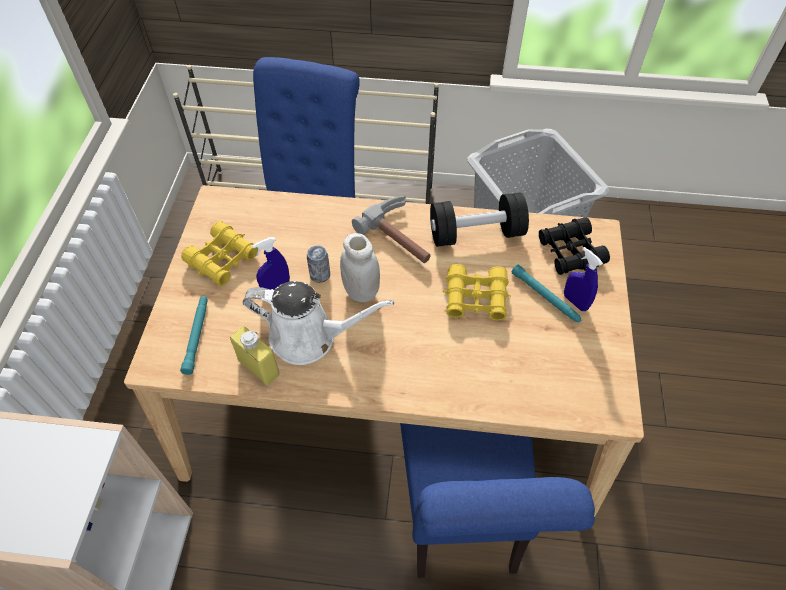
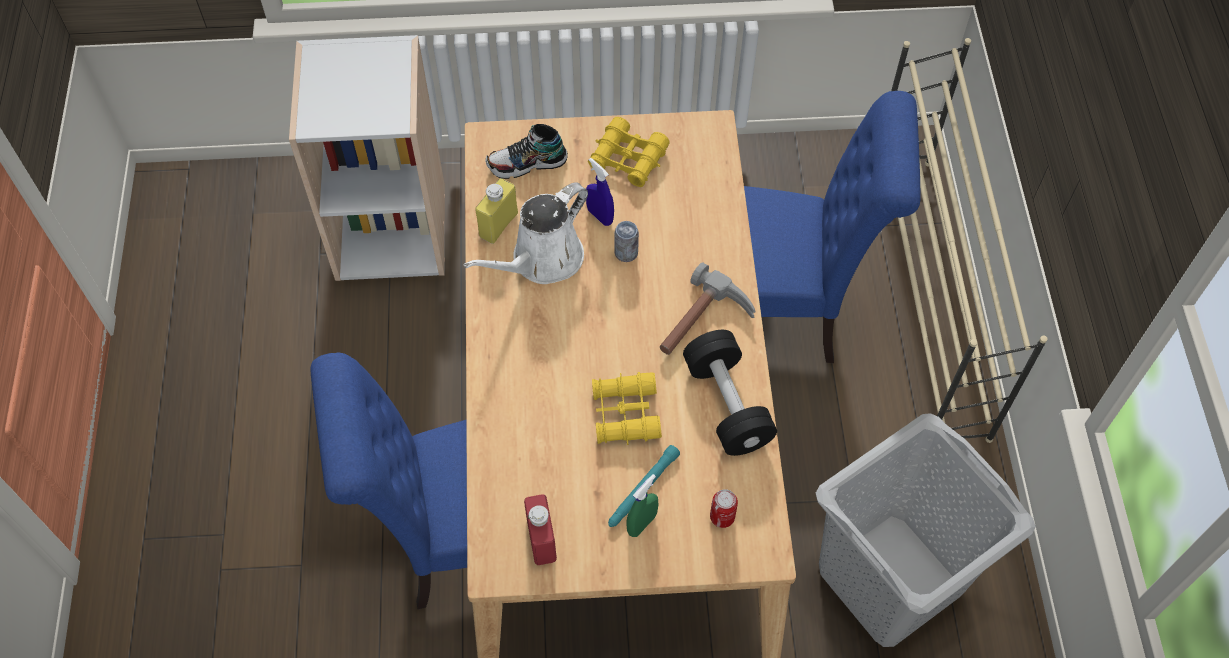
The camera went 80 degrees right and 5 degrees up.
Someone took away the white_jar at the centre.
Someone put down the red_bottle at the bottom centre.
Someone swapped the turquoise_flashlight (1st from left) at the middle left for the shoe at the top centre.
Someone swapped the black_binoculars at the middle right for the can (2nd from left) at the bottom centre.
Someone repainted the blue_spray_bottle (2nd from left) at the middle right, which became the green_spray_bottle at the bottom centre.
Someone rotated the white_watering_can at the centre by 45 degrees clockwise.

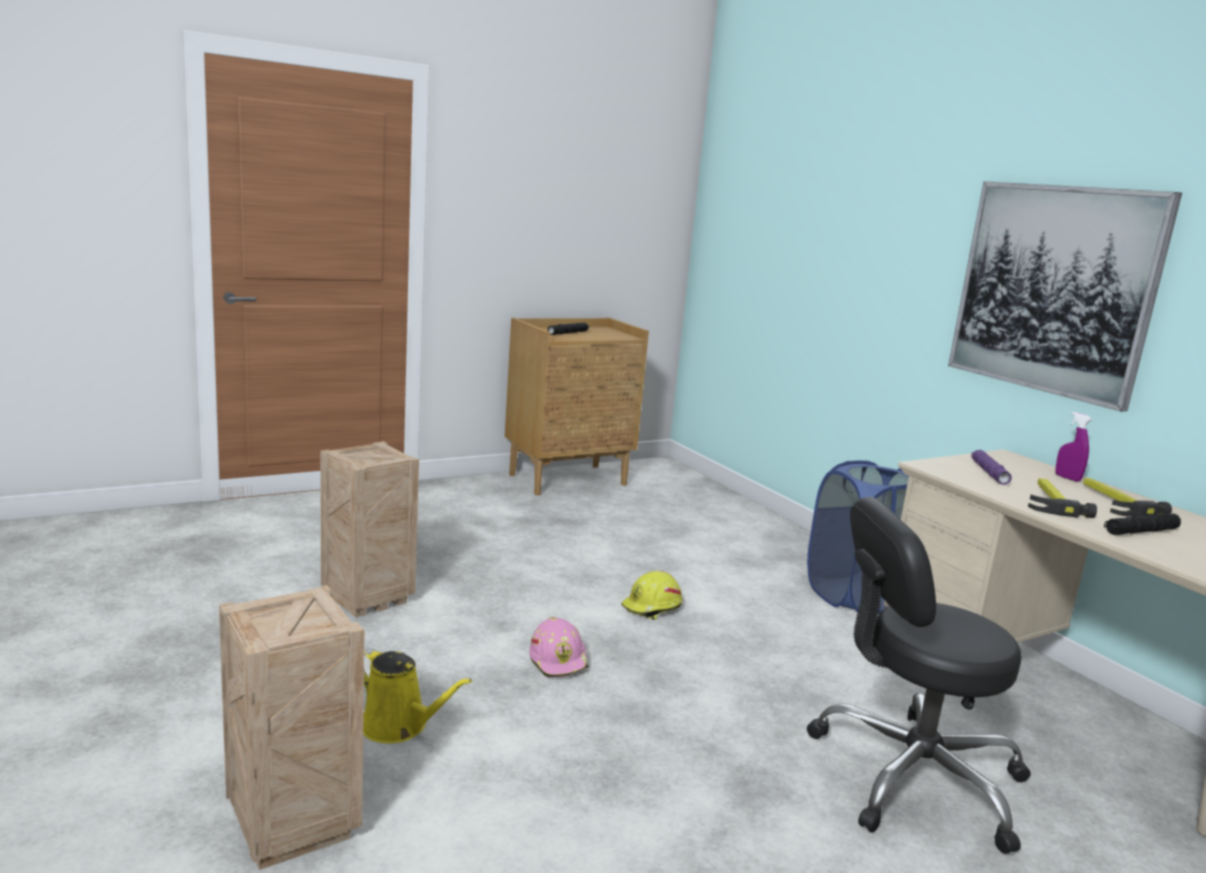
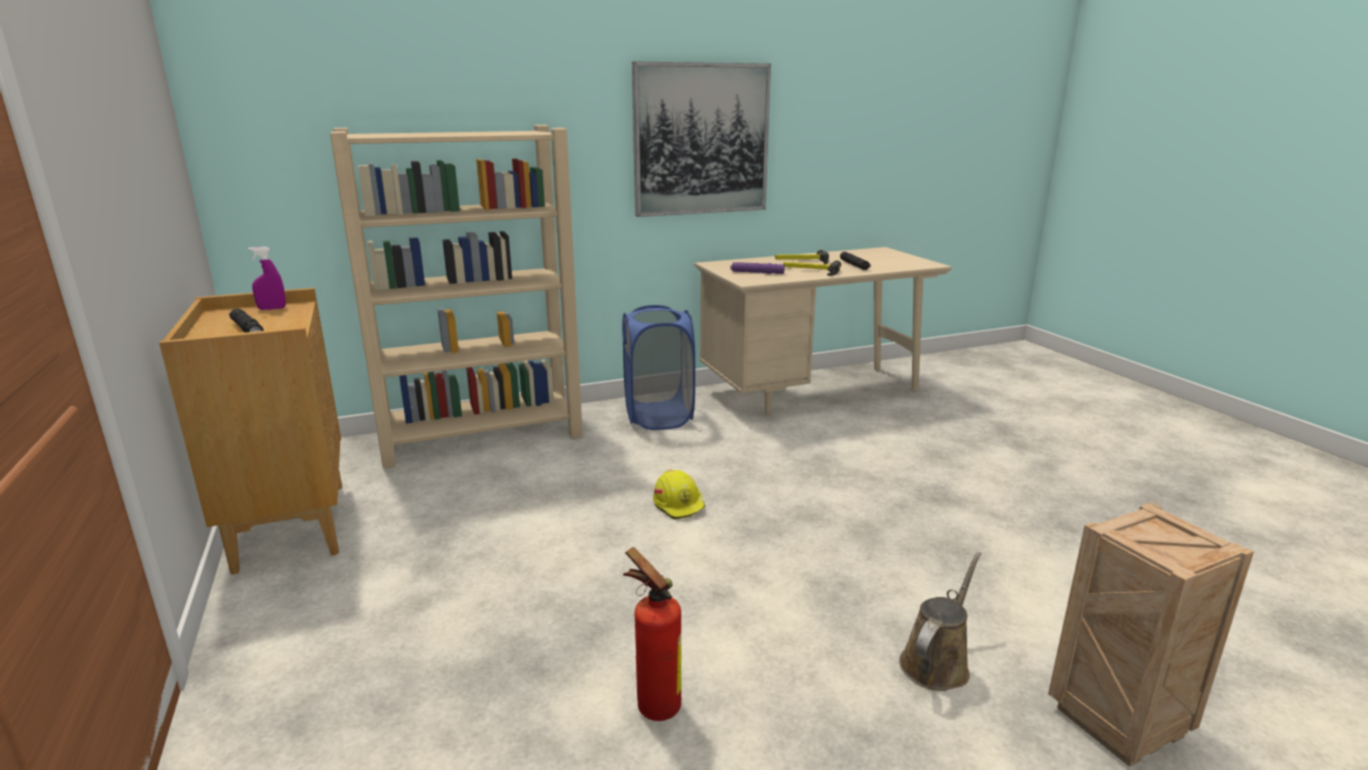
The camera went 80 degrees left and 5 degrees up.
Someone took away the pink_hard_hat at the bottom centre.
Someone took away the black_office_chair at the bottom right.
Someone put down the beige_bookcase at the centre.
Someone carried the purple_spray_bottle from the middle right to the middle left.
Someone swapped the crate (2nd from left) at the middle left for the fire_extinguisher at the bottom centre.
Someone repainted the yellow_watering_can at the bottom centre, which became the brown_watering_can at the bottom right.

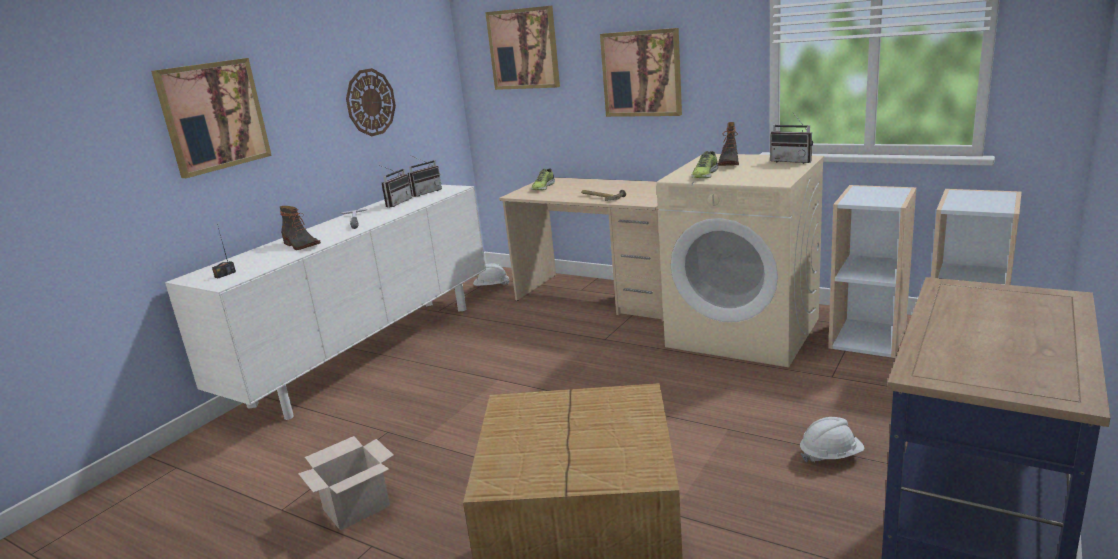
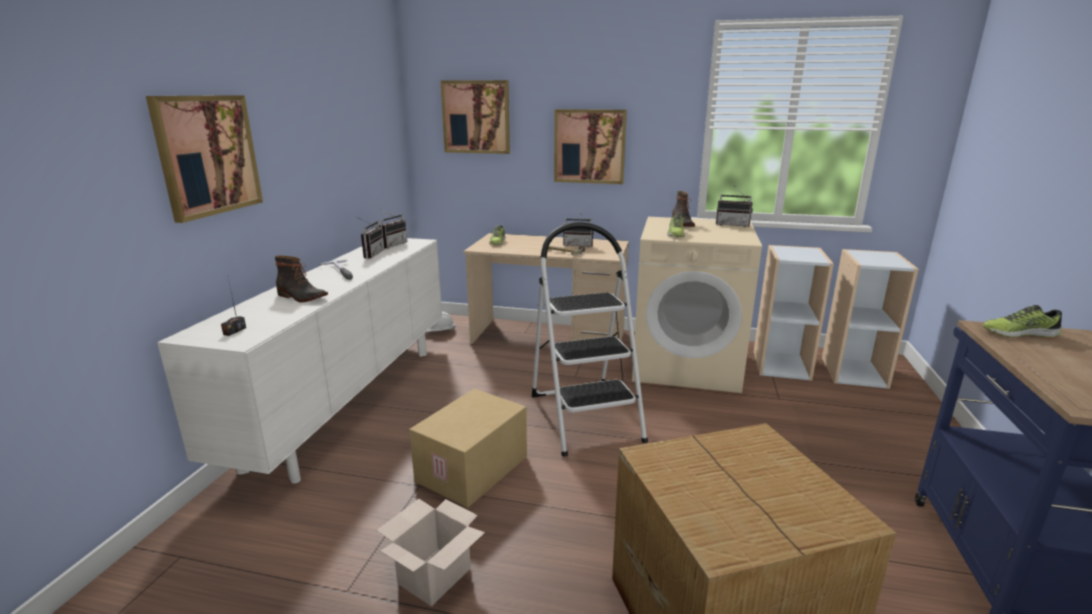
The camera went 20 degrees left and 0 degrees up.
Someone took away the wall_clock at the top left.
Someone took away the white_hard_hat (2nd from left) at the bottom right.
Someone put down the cardboard_box (2nd from left) at the bottom centre.
Someone put down the step_ladder at the centre.
Someone put down the radio (4th from left) at the centre.
Someone put down the shoe (3rd from left) at the middle right.

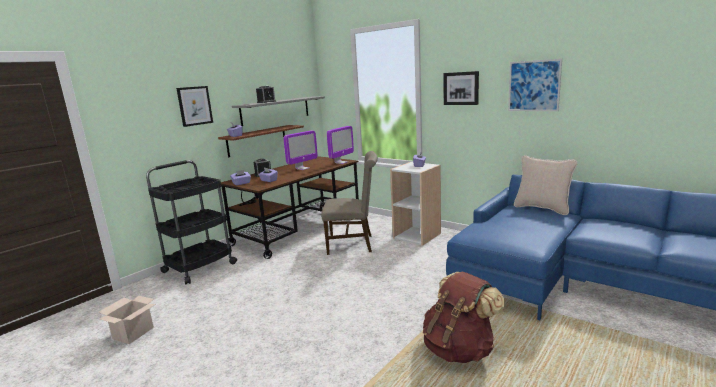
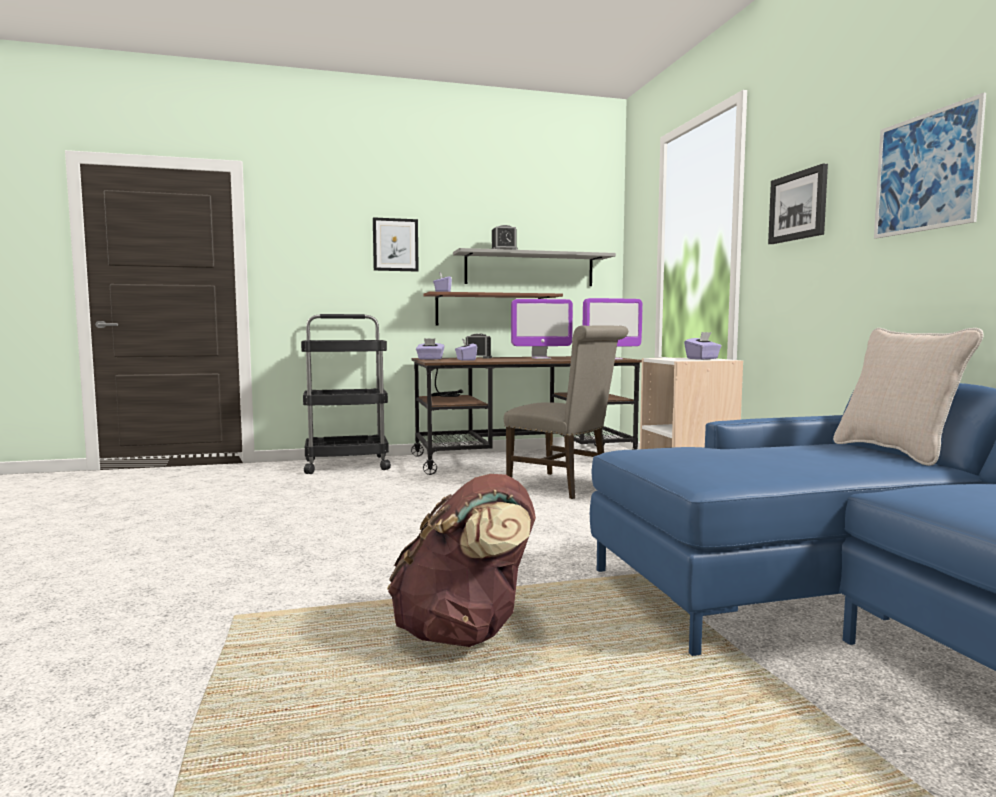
The camera went 35 degrees right and 10 degrees down.
Someone took away the cardboard_box at the bottom left.

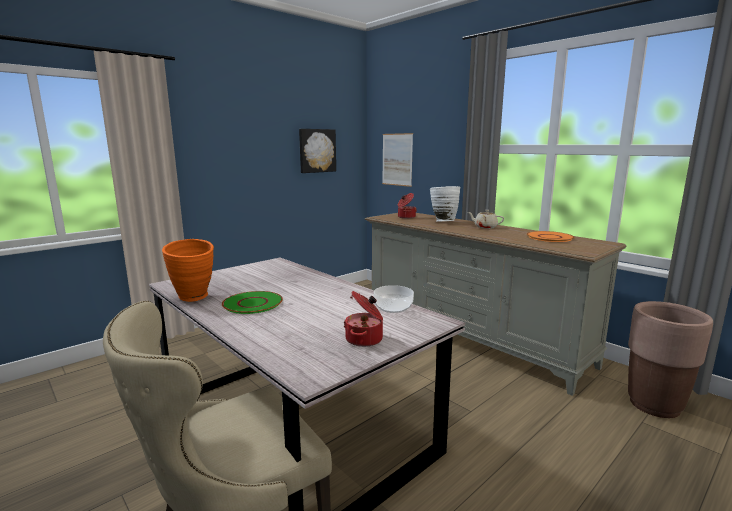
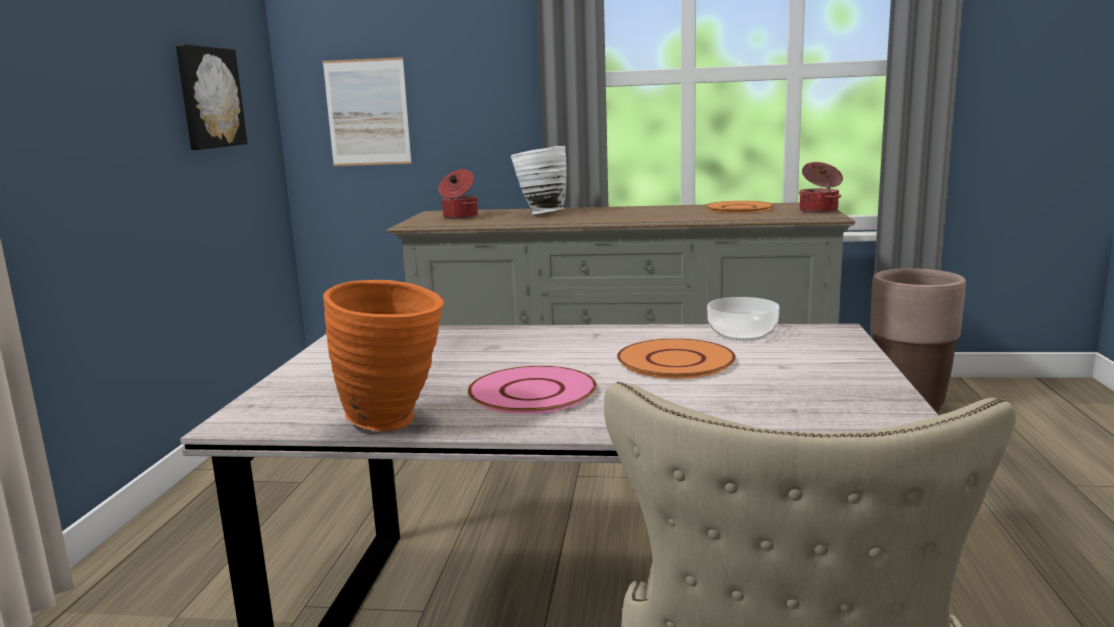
The camera went 40 degrees left and 0 degrees up.
Someone took away the beige_teapot at the centre.
Someone put down the orange_plate (1st from left) at the centre.
Someone carried the cooking_pot (1st from left in the first image) from the centre to the top right.
Someone repainted the green_plate at the centre, which became the pink_plate at the centre.

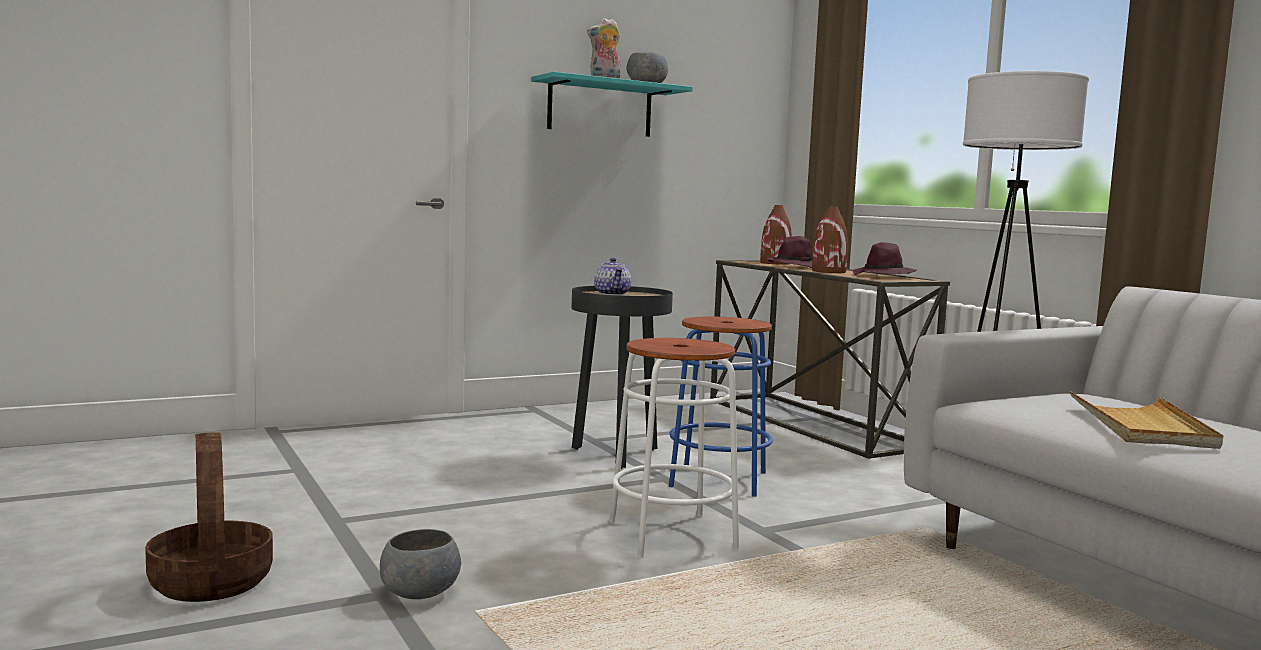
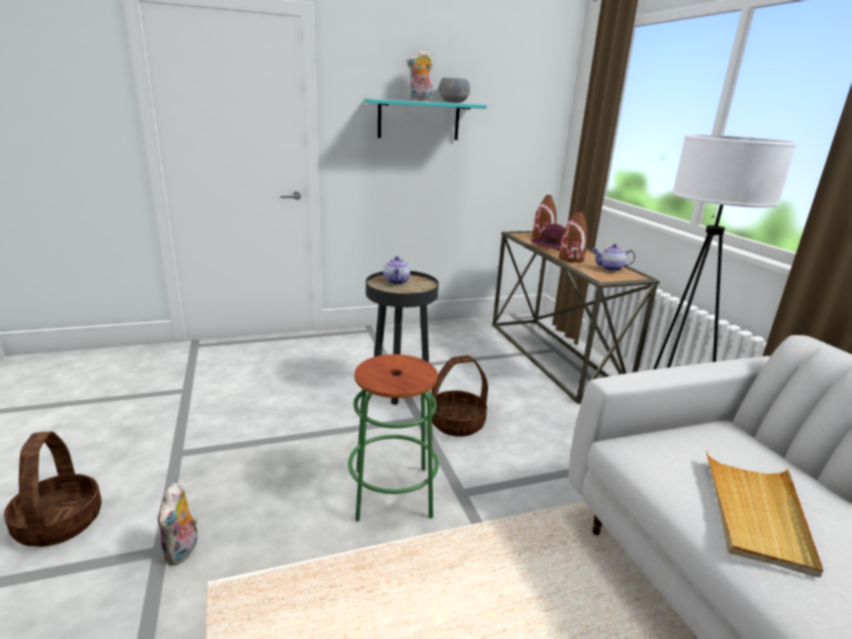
The camera went 10 degrees right and 15 degrees up.
Someone swapped the grey_bowl (1st from left) at the bottom left for the plush_toy (1st from left) at the bottom left.
Someone swapped the blue_stool at the centre for the basket (2nd from left) at the centre.
Someone swapped the purple_hat (2nd from left) at the middle right for the teapot (2nd from left) at the middle right.
Someone repainted the white_stool at the bottom centre, which became the green_stool at the bottom centre.

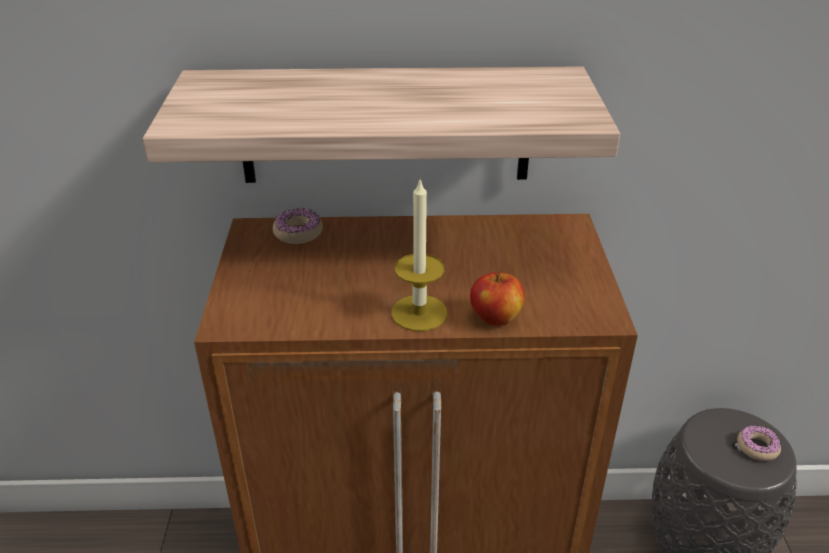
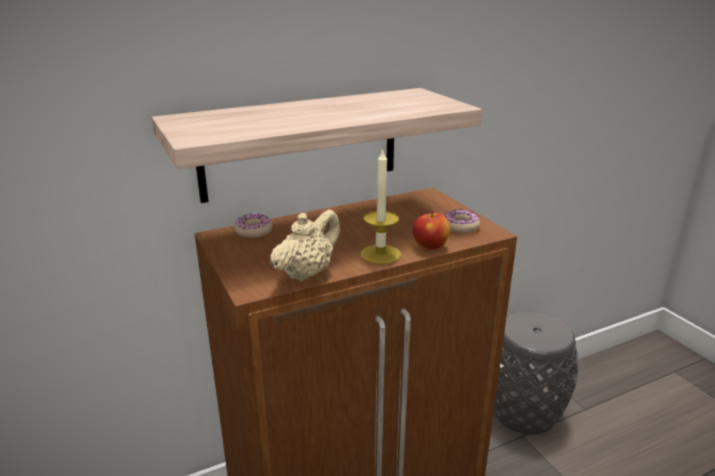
The camera went 25 degrees left and 10 degrees down.
Someone put down the beige_teapot at the centre.
Someone carried the donut (2nd from left) from the bottom right to the centre.

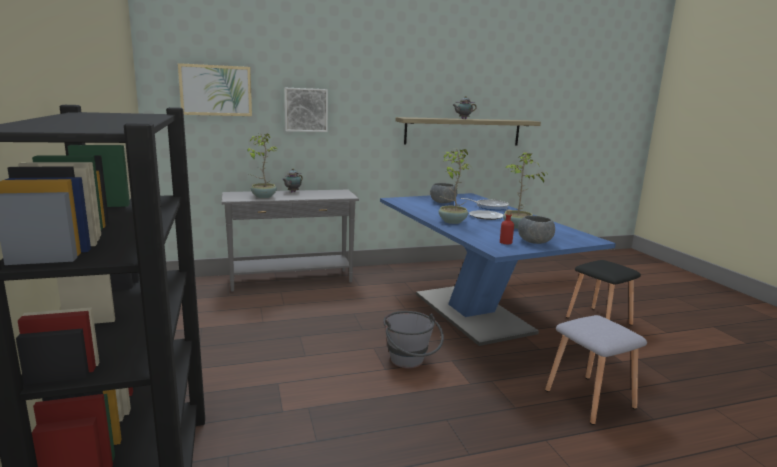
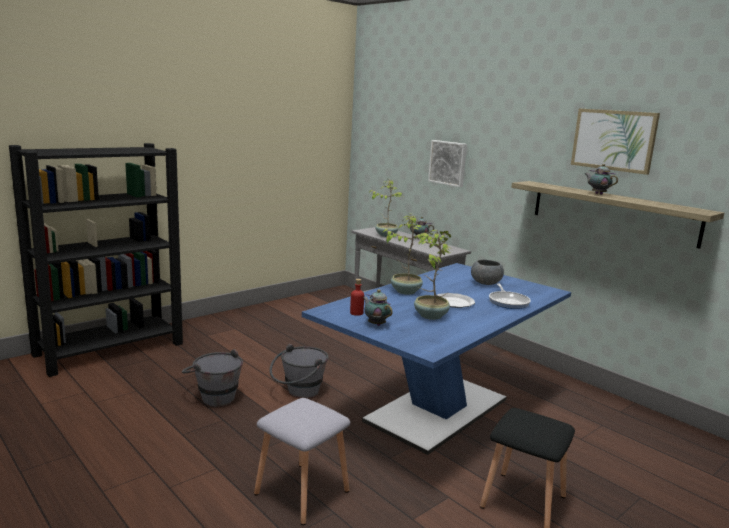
The camera went 65 degrees right and 0 degrees up.
Someone put down the grey_bucket (1st from left) at the bottom left.
Someone carried the picture (1st from left in the first image) from the top left to the top right.
Someone swapped the grey_bowl (2nd from left) at the middle right for the teapot (1st from left) at the centre.

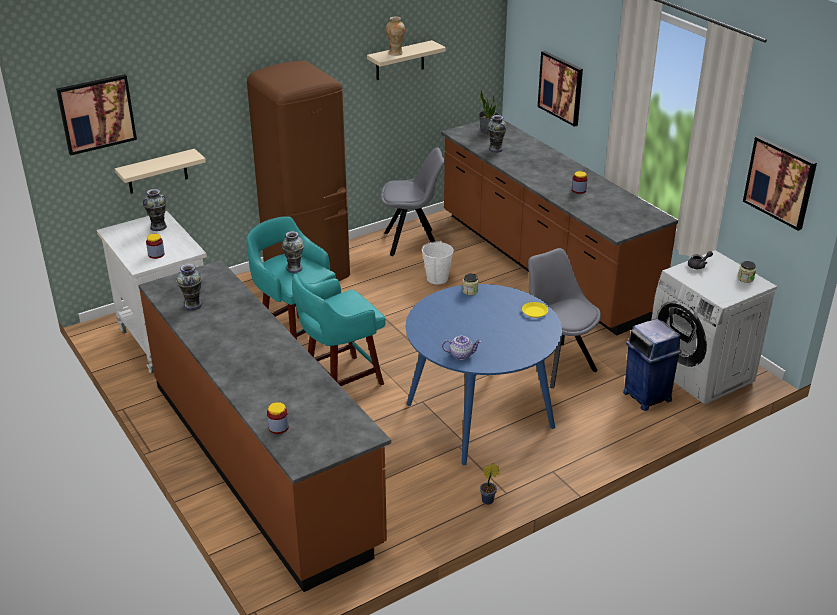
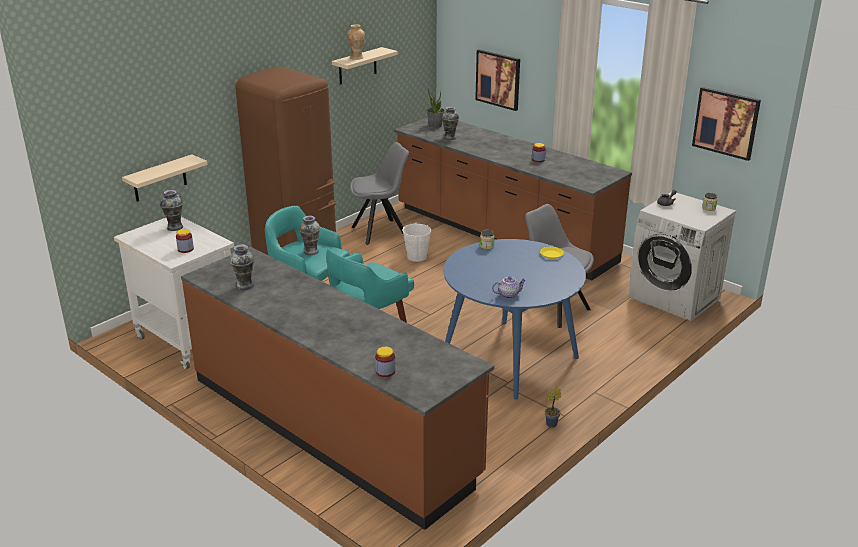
The camera went 15 degrees left and 5 degrees down.
Someone took away the picture (1st from left) at the top left.
Someone took away the blue_trash_can at the middle right.

